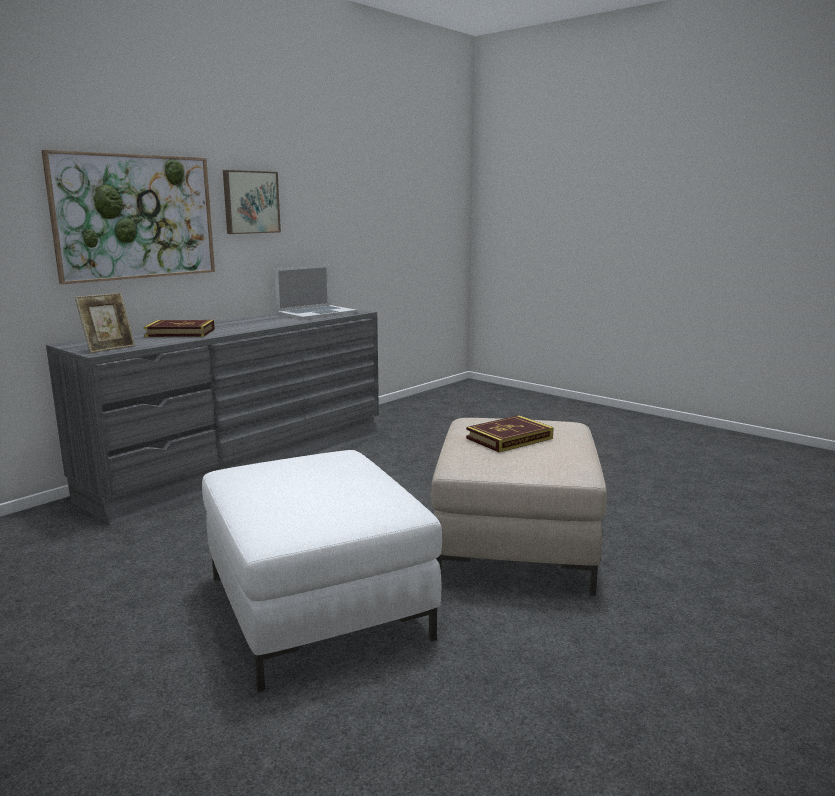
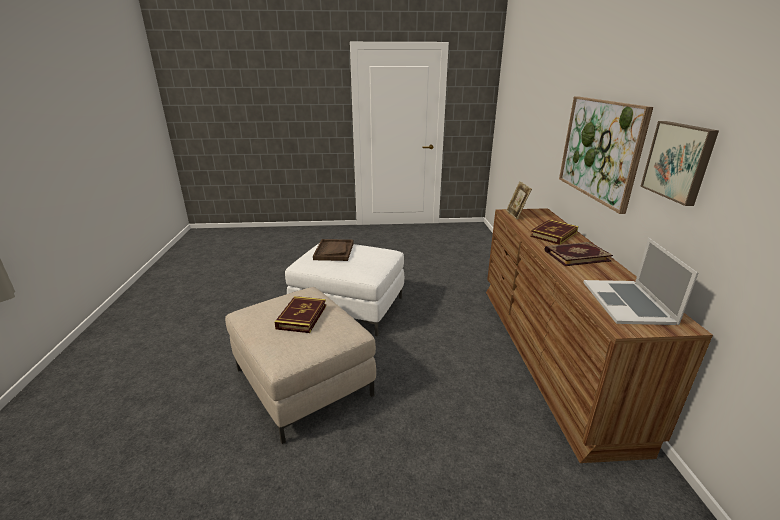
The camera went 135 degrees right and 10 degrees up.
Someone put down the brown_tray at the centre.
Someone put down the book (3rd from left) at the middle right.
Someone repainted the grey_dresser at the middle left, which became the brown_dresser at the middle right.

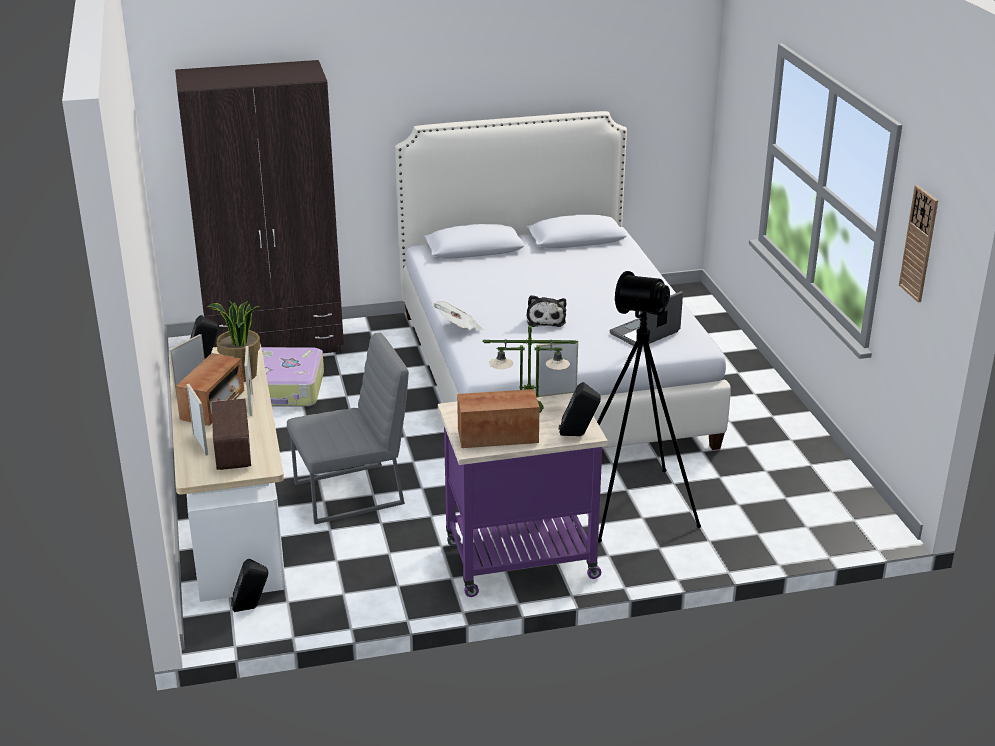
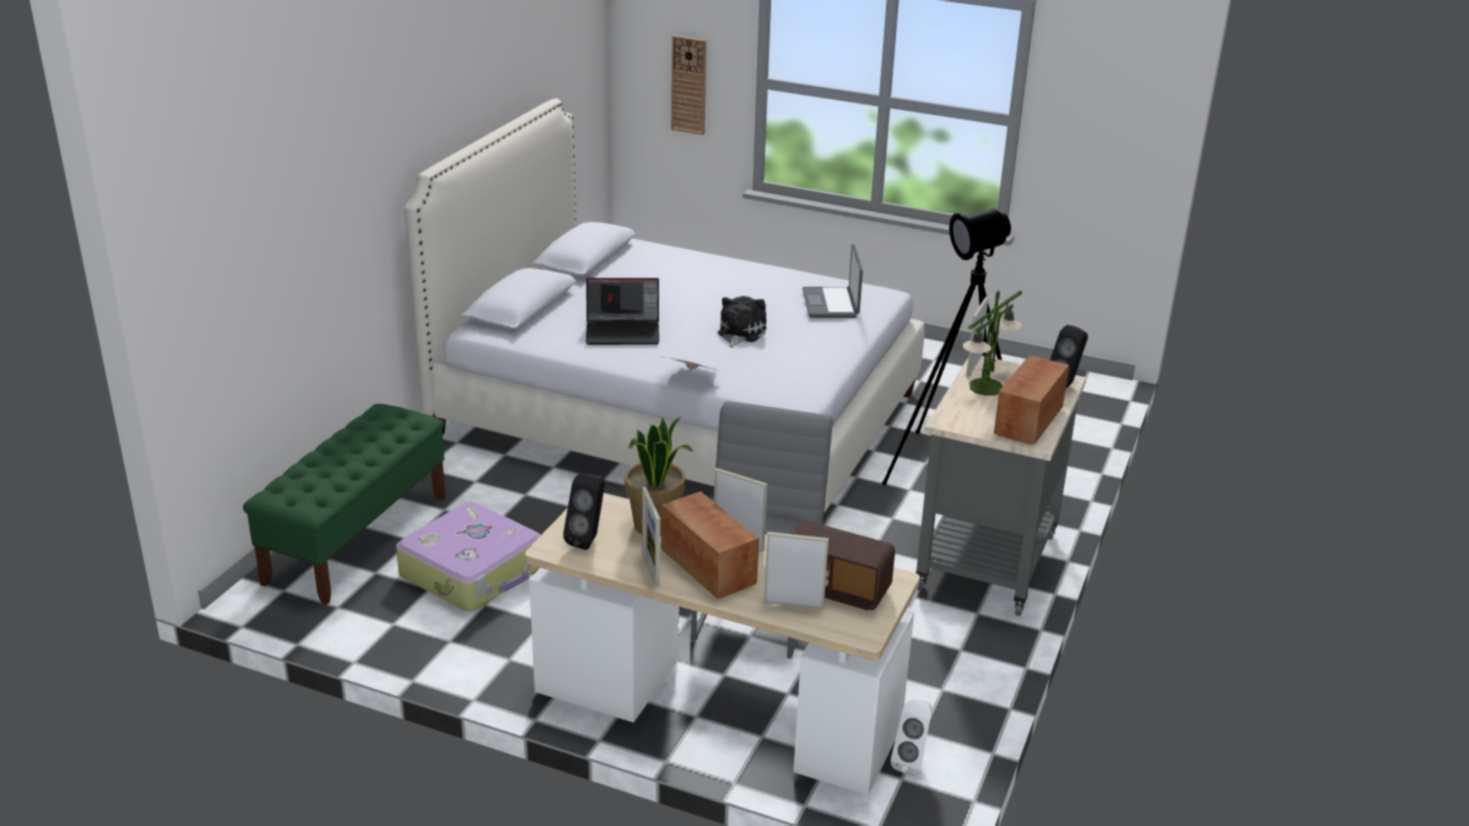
The camera went 55 degrees left and 0 degrees up.
Someone put down the laptop (1st from left) at the centre.
Someone carried the wall_clock from the top right to the top centre.
Someone swapped the brown_wardrobe at the top left for the green_bench at the middle left.
Someone repainted the black_speaker (2nd from left) at the bottom left, which became the white_speaker at the bottom centre.
Someone repainted the purple_cart at the centre, which became the grey_cart at the middle right.
Someone rotated the plush_toy at the centre by 105 degrees counterclockwise.

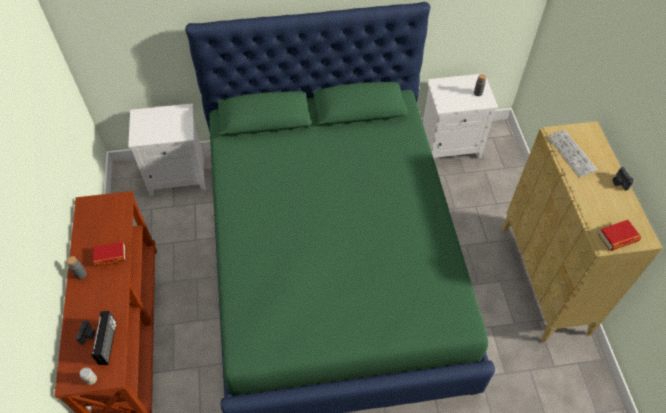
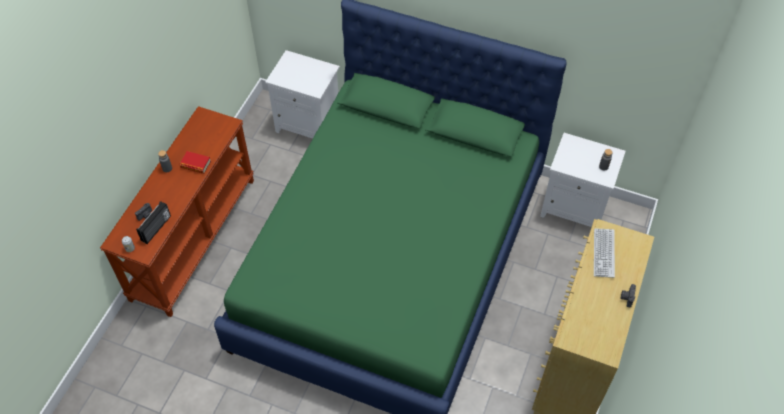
The camera went 30 degrees right and 0 degrees up.
Someone took away the book (2nd from left) at the middle right.

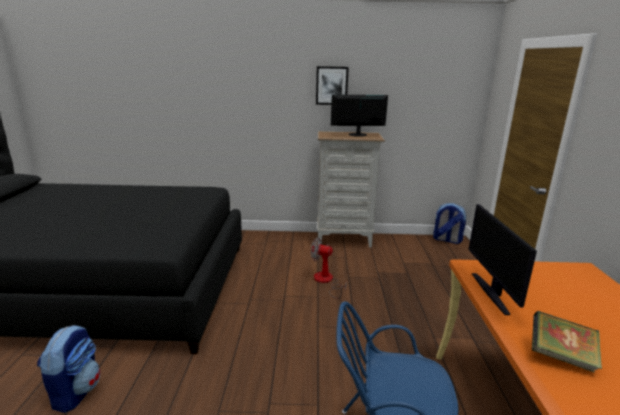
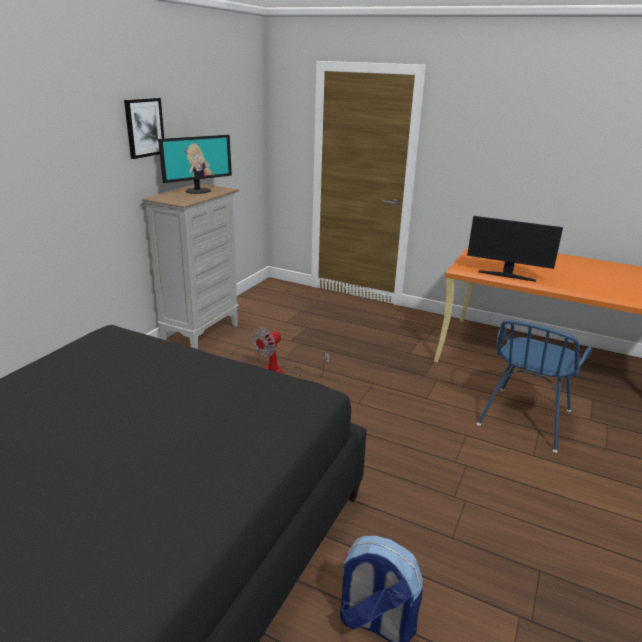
The camera went 65 degrees left and 5 degrees up.
Someone took away the backpack (2nd from left) at the middle right.
Someone took away the book at the bottom right.
Someone rotated the monitor (1st from left) at the top centre by 150 degrees counterclockwise.

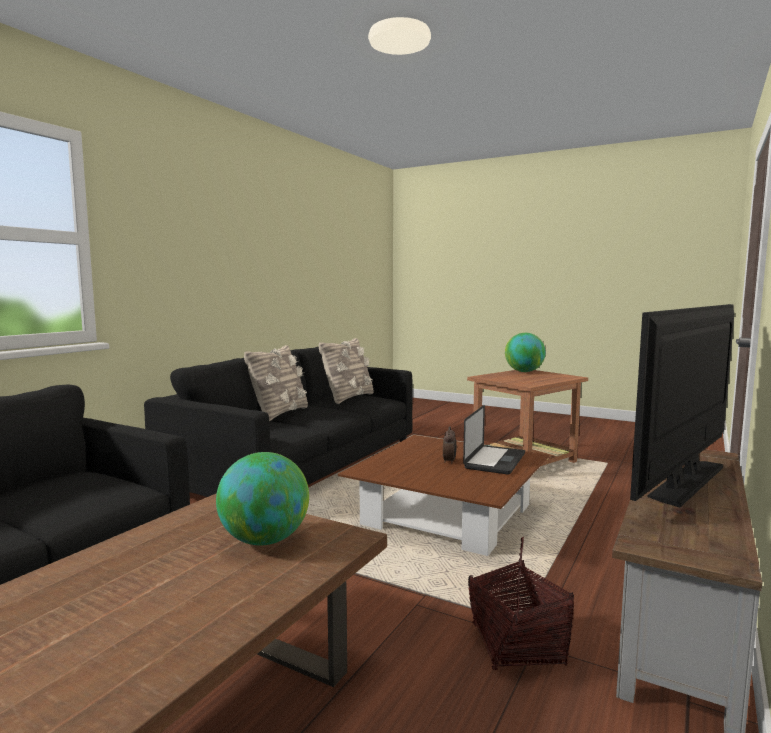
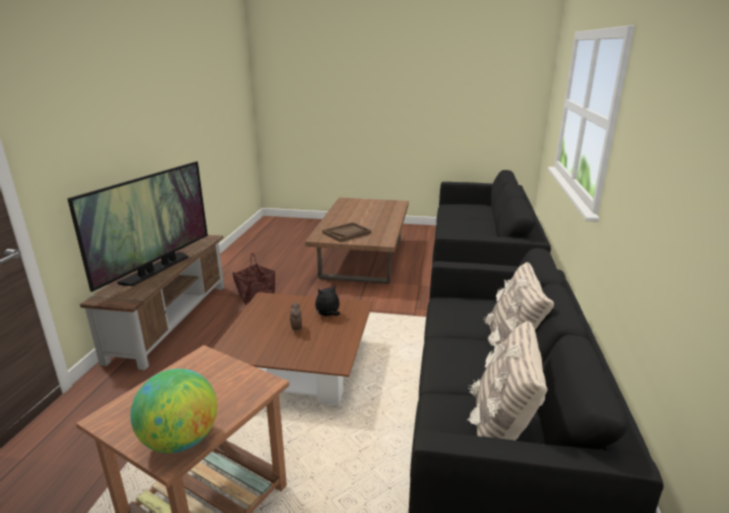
The camera went 160 degrees right and 15 degrees up.
Someone took away the laptop at the centre.
Someone put down the plush_toy at the centre.
Someone swapped the globe (1st from left) at the bottom centre for the brown_tray at the centre.

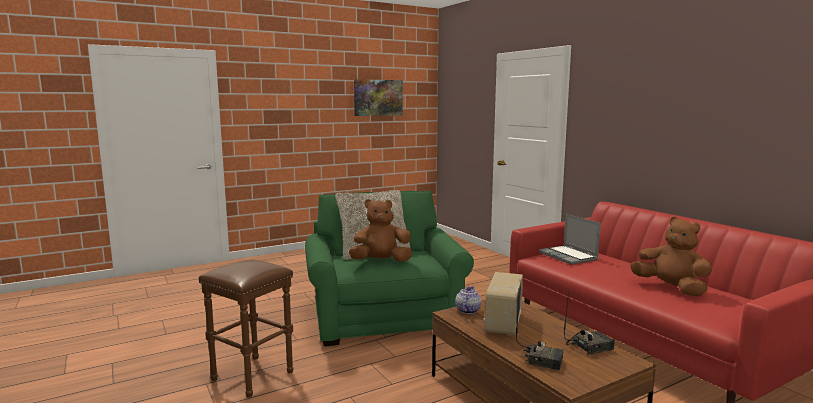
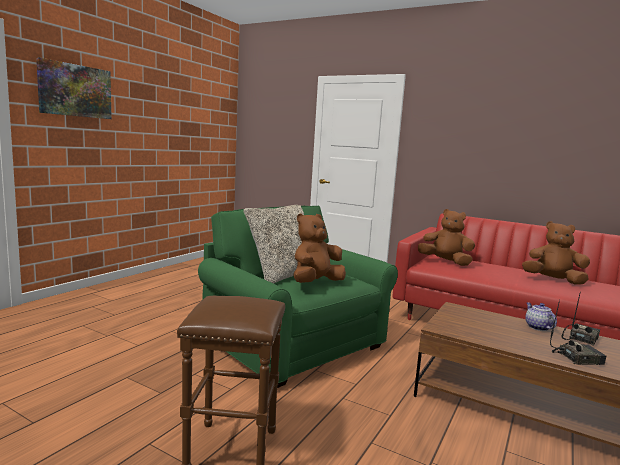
The camera went 30 degrees left and 0 degrees up.
Someone took away the radio (1st from left) at the bottom centre.
Someone carried the picture from the top centre to the top left.
Someone carried the teapot from the bottom centre to the bottom right.
Someone swapped the laptop at the middle right for the brown_plush_toy (2nd from left) at the middle right.

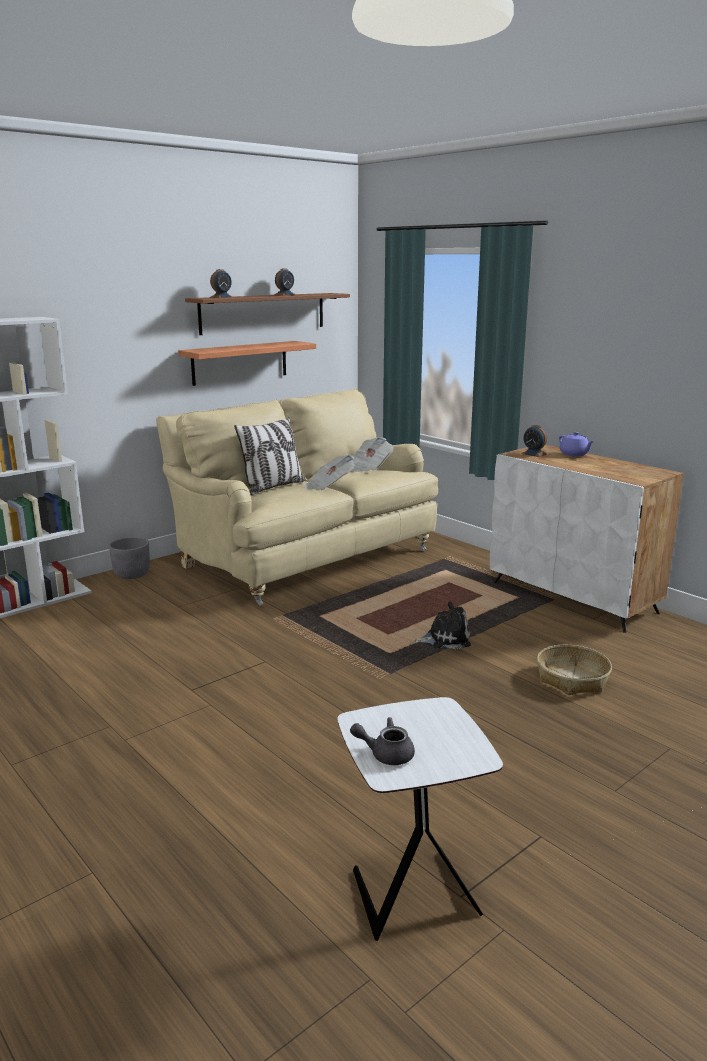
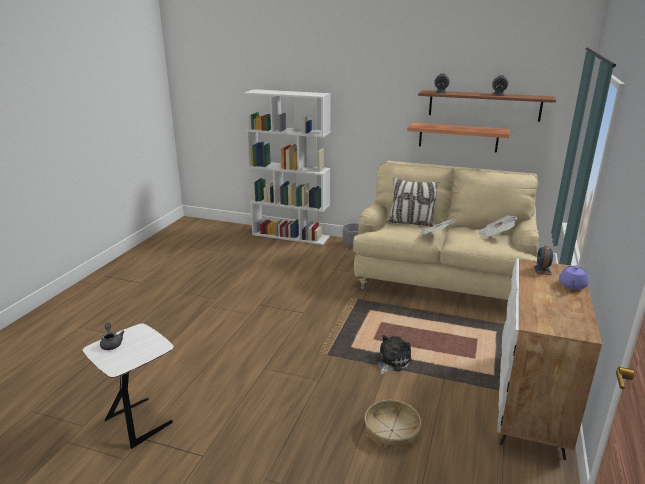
The camera went 60 degrees right and 5 degrees up.
Someone rotated the plush_toy at the centre by 105 degrees counterclockwise.

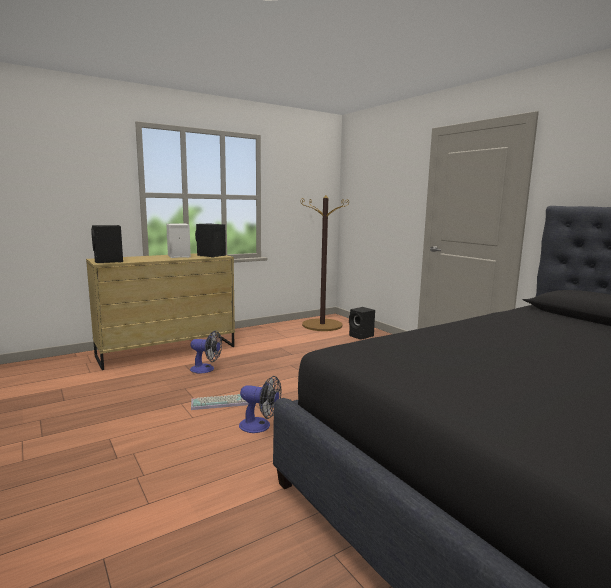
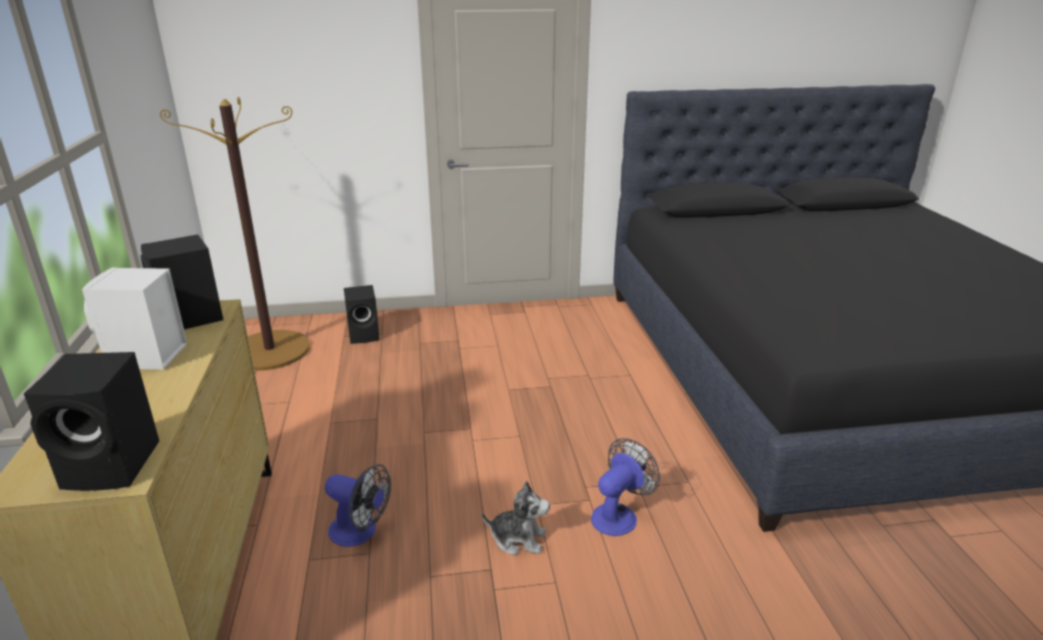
The camera went 65 degrees left and 15 degrees up.
Someone swapped the keyboard at the bottom centre for the plush_toy at the bottom centre.
Someone rotated the fan (1st from left) at the centre by 75 degrees clockwise.

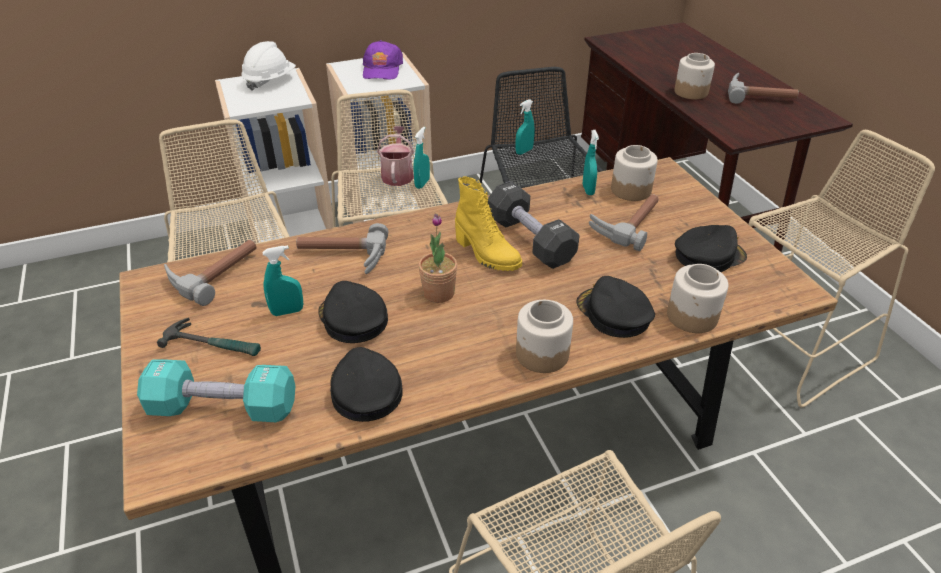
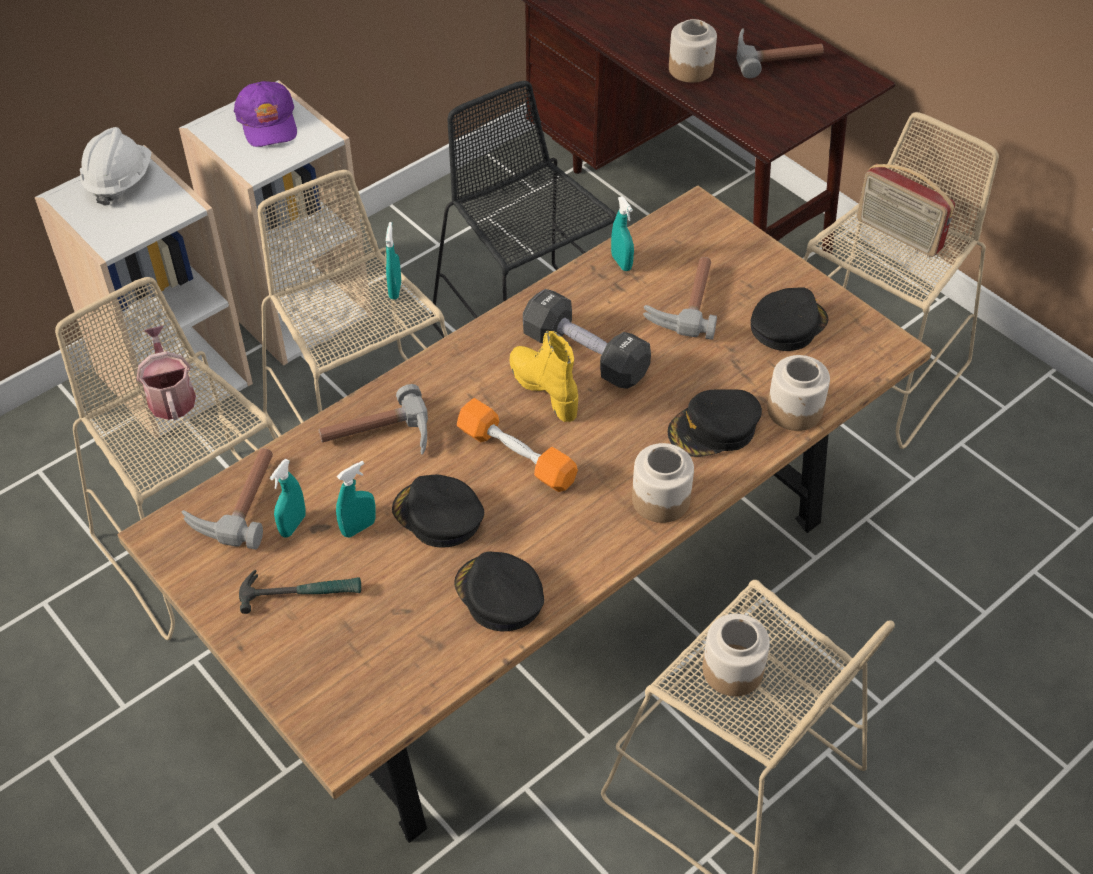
The camera went 20 degrees left and 10 degrees up.
Someone took away the turquoise_dumbbell at the bottom left.
Someone put down the radio at the top right.
Someone carried the watering_can from the top centre to the middle left.
Someone carried the turquoise_spray_bottle (3rd from left in the first image) from the top centre to the middle left.
Someone carried the jar (2nd from left in the first image) from the top right to the bottom right.
Someone swapped the potted_plant at the centre for the orange_dumbbell at the centre.
Someone rotated the yellow_boot at the centre by 150 degrees counterclockwise.
Someone rotated the black_cap (3rd from left) at the centre by 60 degrees counterclockwise.

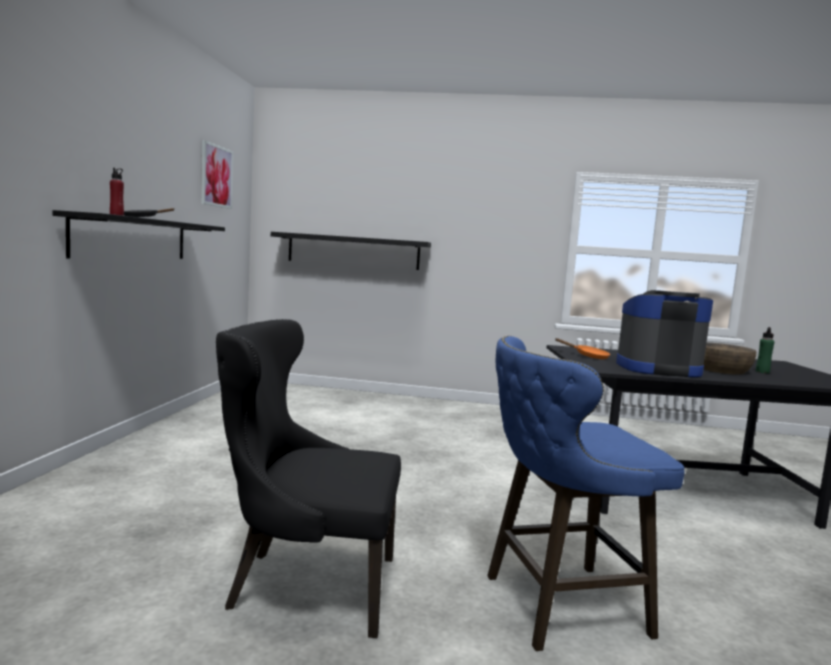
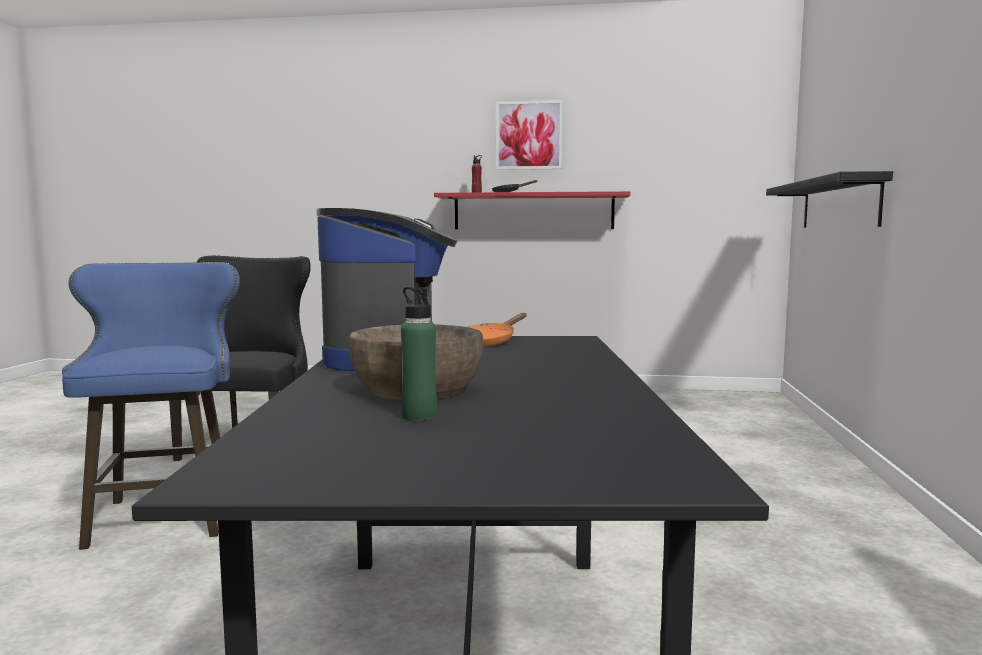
The camera went 90 degrees right and 0 degrees up.
Someone carried the picture from the top left to the top centre.
Someone repainted the black_shelf (1st from left) at the middle left, which became the red_shelf at the top centre.

